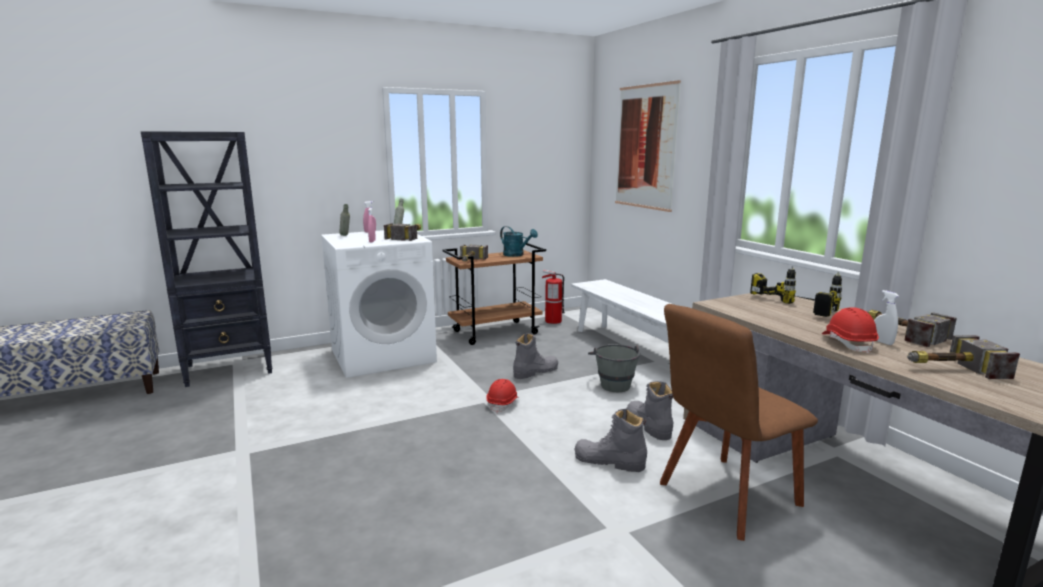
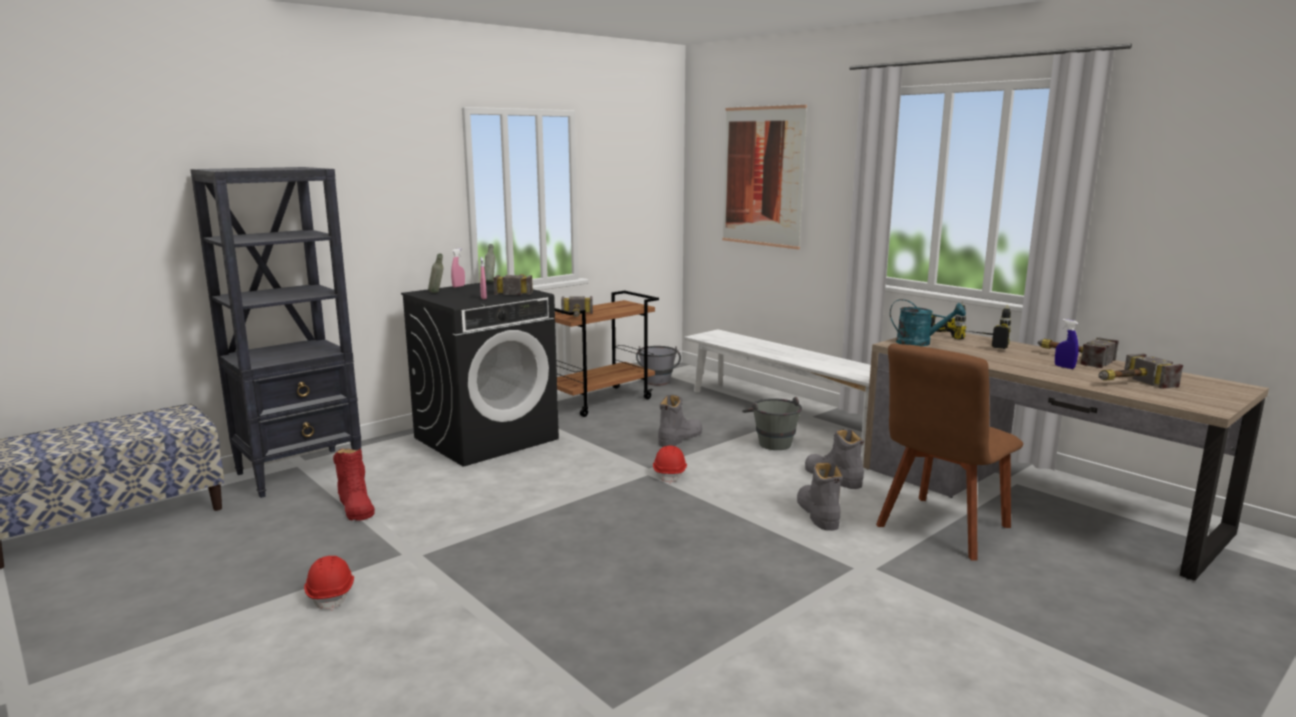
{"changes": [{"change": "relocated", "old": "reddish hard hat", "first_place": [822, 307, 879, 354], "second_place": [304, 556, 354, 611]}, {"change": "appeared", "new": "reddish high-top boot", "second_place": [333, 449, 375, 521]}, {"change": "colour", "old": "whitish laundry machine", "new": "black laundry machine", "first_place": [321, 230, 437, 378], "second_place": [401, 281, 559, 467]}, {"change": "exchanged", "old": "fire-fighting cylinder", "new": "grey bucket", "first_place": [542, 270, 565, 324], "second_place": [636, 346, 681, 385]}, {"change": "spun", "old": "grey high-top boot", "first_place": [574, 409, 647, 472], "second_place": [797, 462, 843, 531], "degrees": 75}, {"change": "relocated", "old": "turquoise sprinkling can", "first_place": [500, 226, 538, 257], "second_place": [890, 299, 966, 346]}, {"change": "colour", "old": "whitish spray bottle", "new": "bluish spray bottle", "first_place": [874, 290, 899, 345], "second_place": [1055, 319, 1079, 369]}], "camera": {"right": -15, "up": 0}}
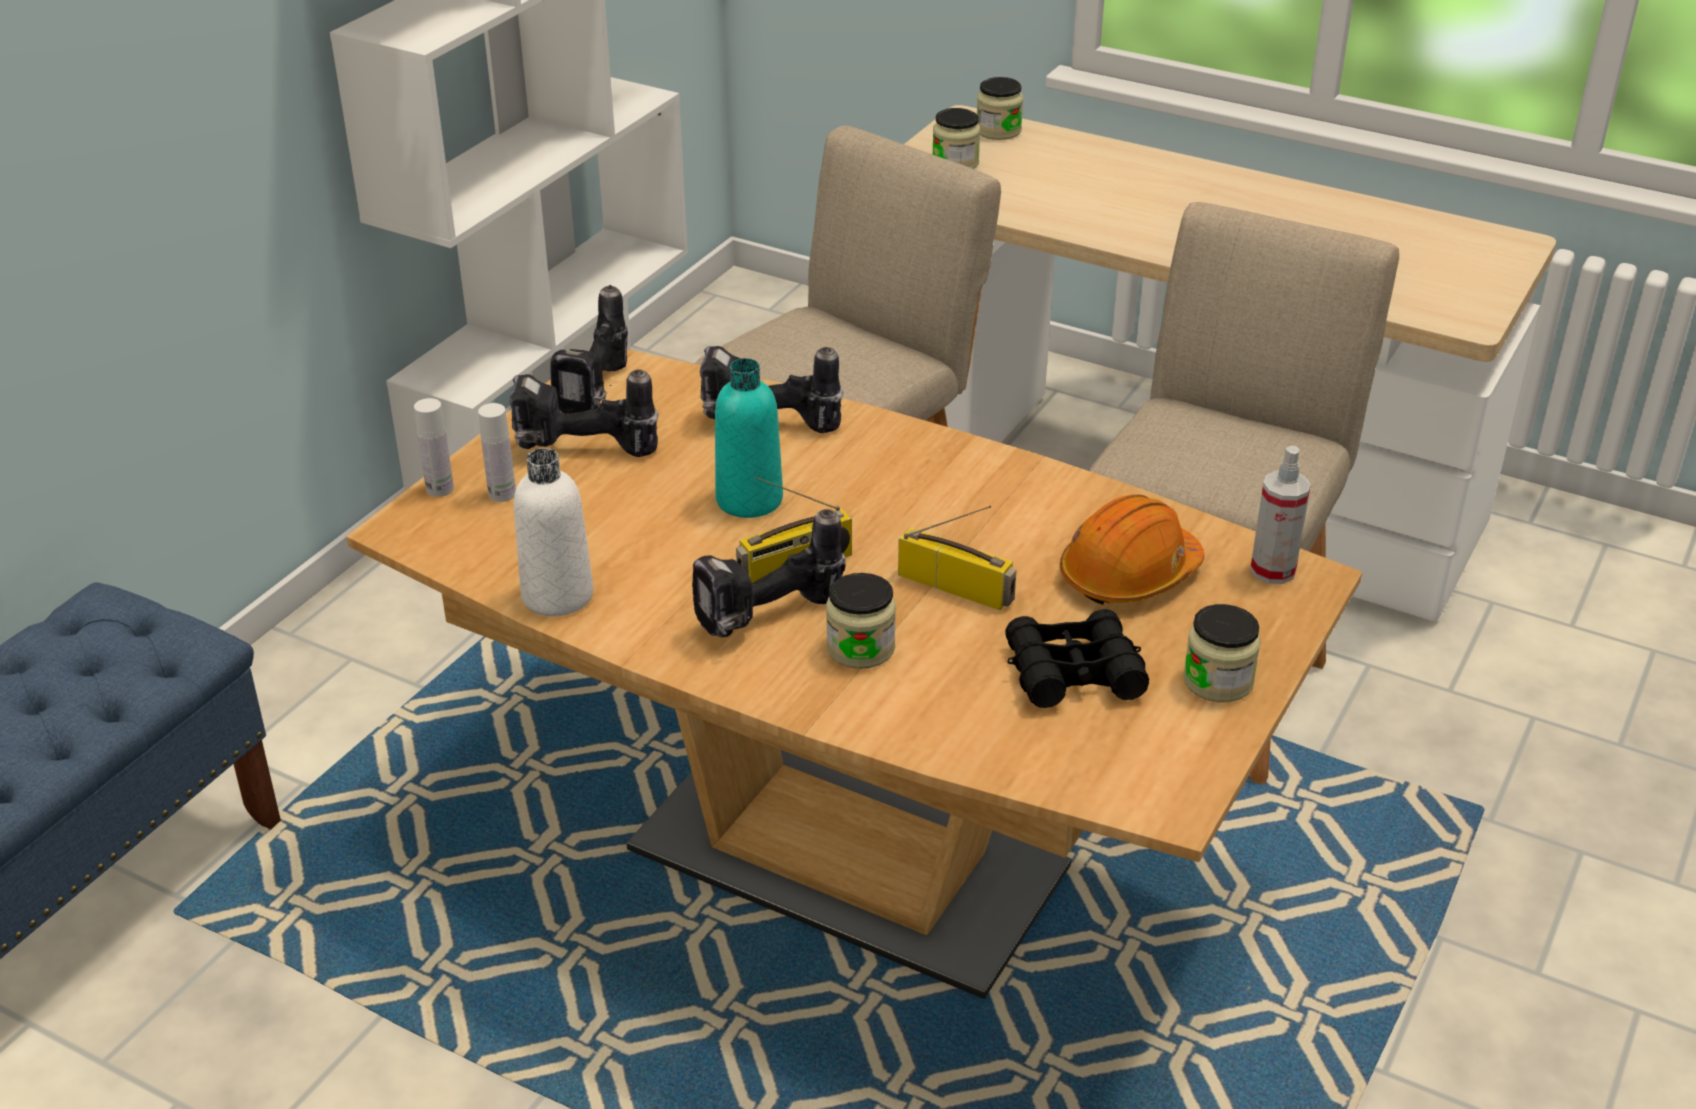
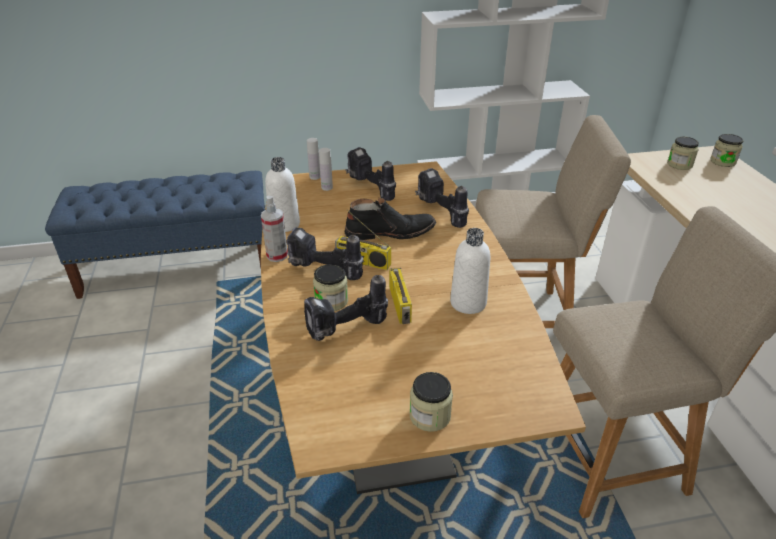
{"changes": [{"change": "relocated", "old": "spray bottle", "first_place": [1250, 446, 1311, 584], "second_place": [261, 196, 288, 262]}, {"change": "relocated", "old": "electric drill", "first_place": [551, 285, 628, 414], "second_place": [304, 275, 388, 341]}, {"change": "exchanged", "old": "turquoise bottle", "new": "black high-top boot", "first_place": [715, 358, 783, 518], "second_place": [345, 197, 436, 240]}, {"change": "appeared", "new": "whitish bottle", "second_place": [450, 228, 490, 314]}, {"change": "missing", "old": "black binoculars", "first_place": [1005, 609, 1149, 708]}, {"change": "missing", "old": "orange-coloured hard hat", "first_place": [1060, 495, 1204, 605]}], "camera": {"right": 50, "up": 0}}
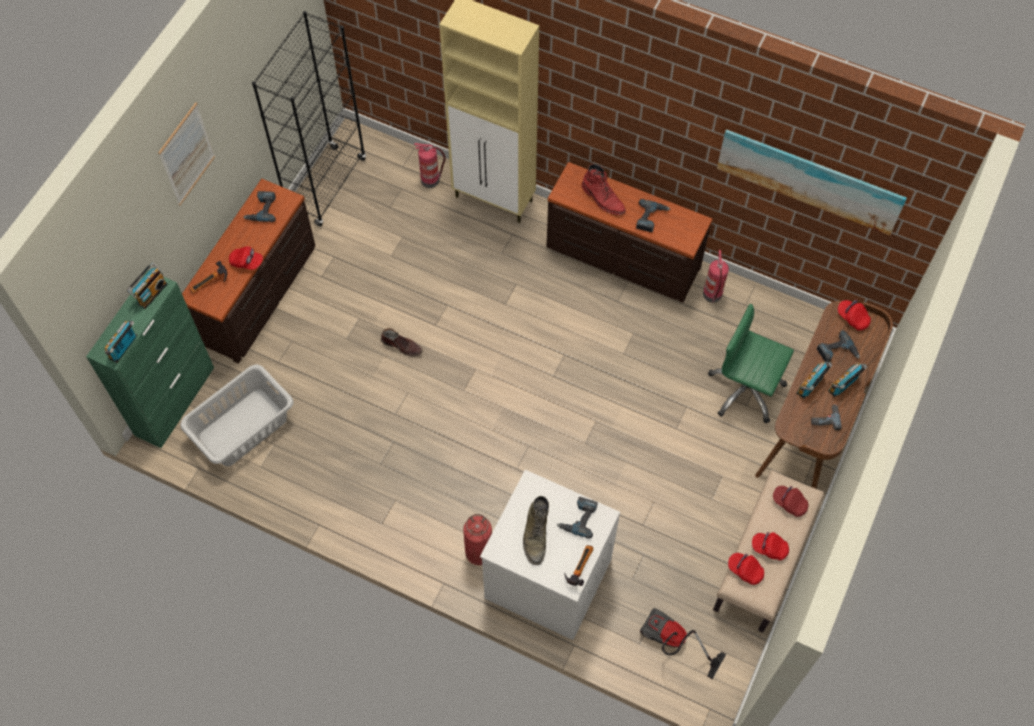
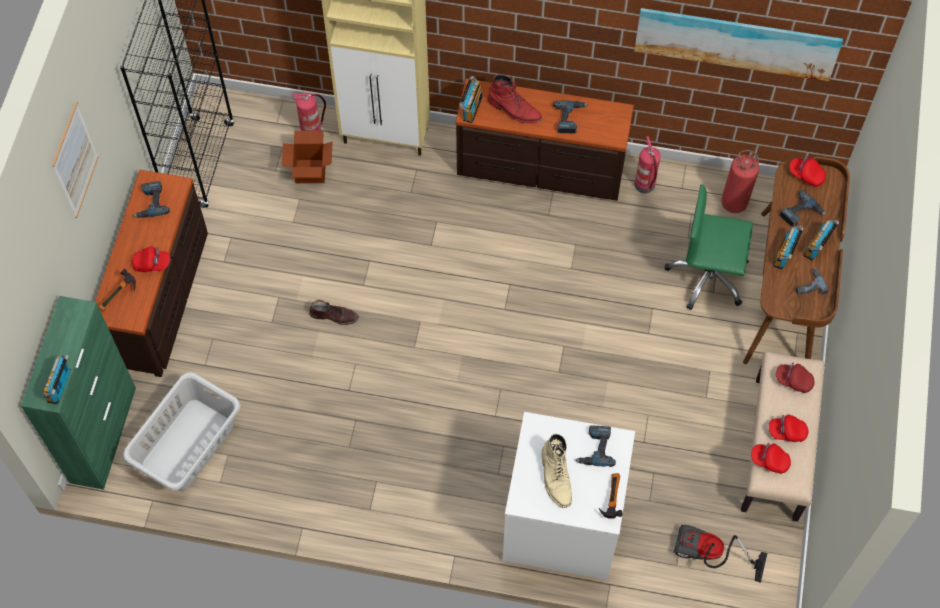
{"changes": [{"change": "appeared", "new": "carton", "second_place": [282, 131, 333, 183]}, {"change": "relocated", "old": "radio", "first_place": [127, 263, 167, 309], "second_place": [459, 76, 483, 123]}, {"change": "colour", "old": "green-coloured high-top boot", "new": "beige-coloured high-top boot", "first_place": [523, 496, 549, 565], "second_place": [541, 434, 572, 508]}, {"change": "relocated", "old": "fire-fighting cylinder", "first_place": [463, 514, 492, 565], "second_place": [721, 150, 759, 213]}], "camera": {"right": -15, "up": 0}}
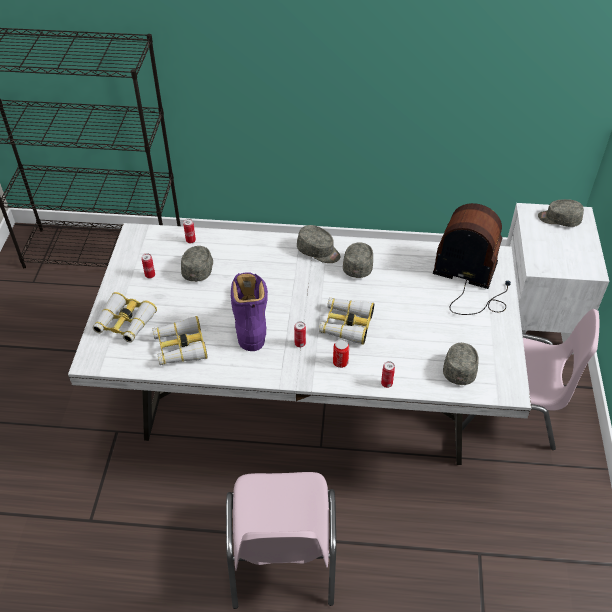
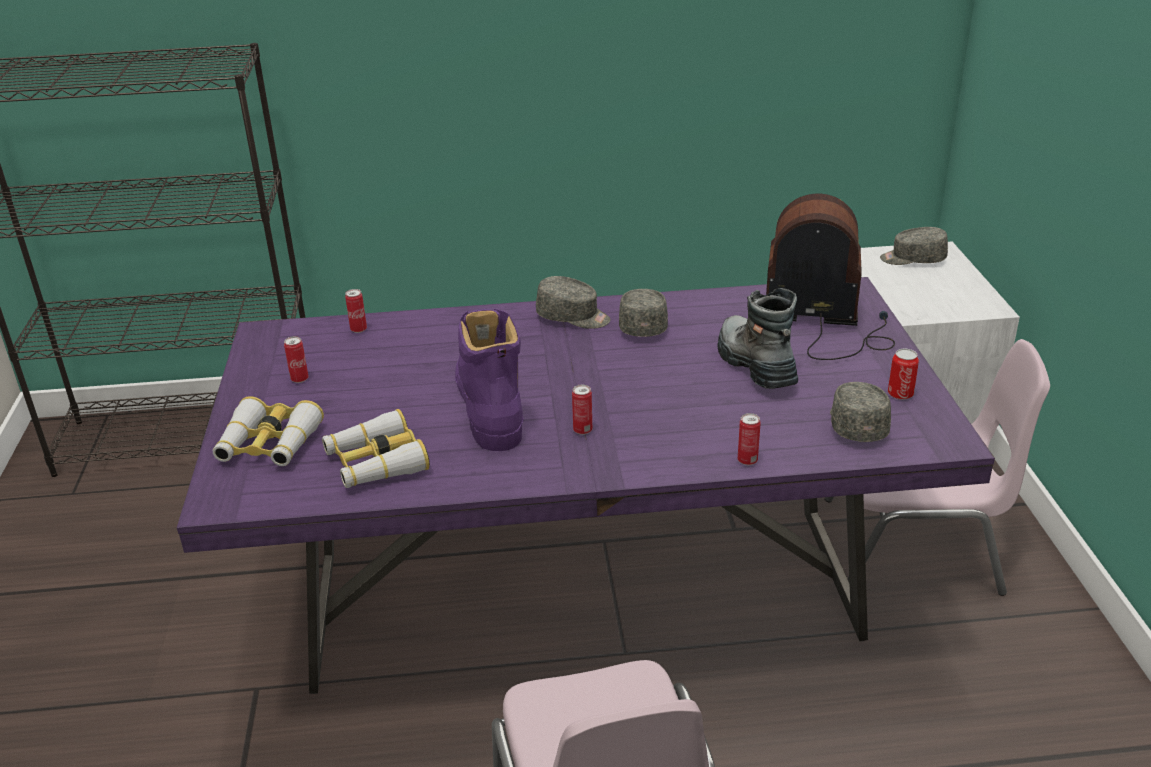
{"changes": [{"change": "colour", "old": "whitish dinner table", "new": "purplish dinner table", "first_place": [68, 223, 531, 465], "second_place": [177, 277, 995, 694]}, {"change": "appeared", "new": "high-top boot", "second_place": [718, 288, 798, 389]}, {"change": "relocated", "old": "metal can", "first_place": [333, 339, 349, 368], "second_place": [888, 349, 919, 400]}, {"change": "missing", "old": "grey peaked cap", "first_place": [181, 246, 213, 282]}, {"change": "missing", "old": "binoculars", "first_place": [319, 298, 374, 345]}], "camera": {"right": -10, "up": -15}}
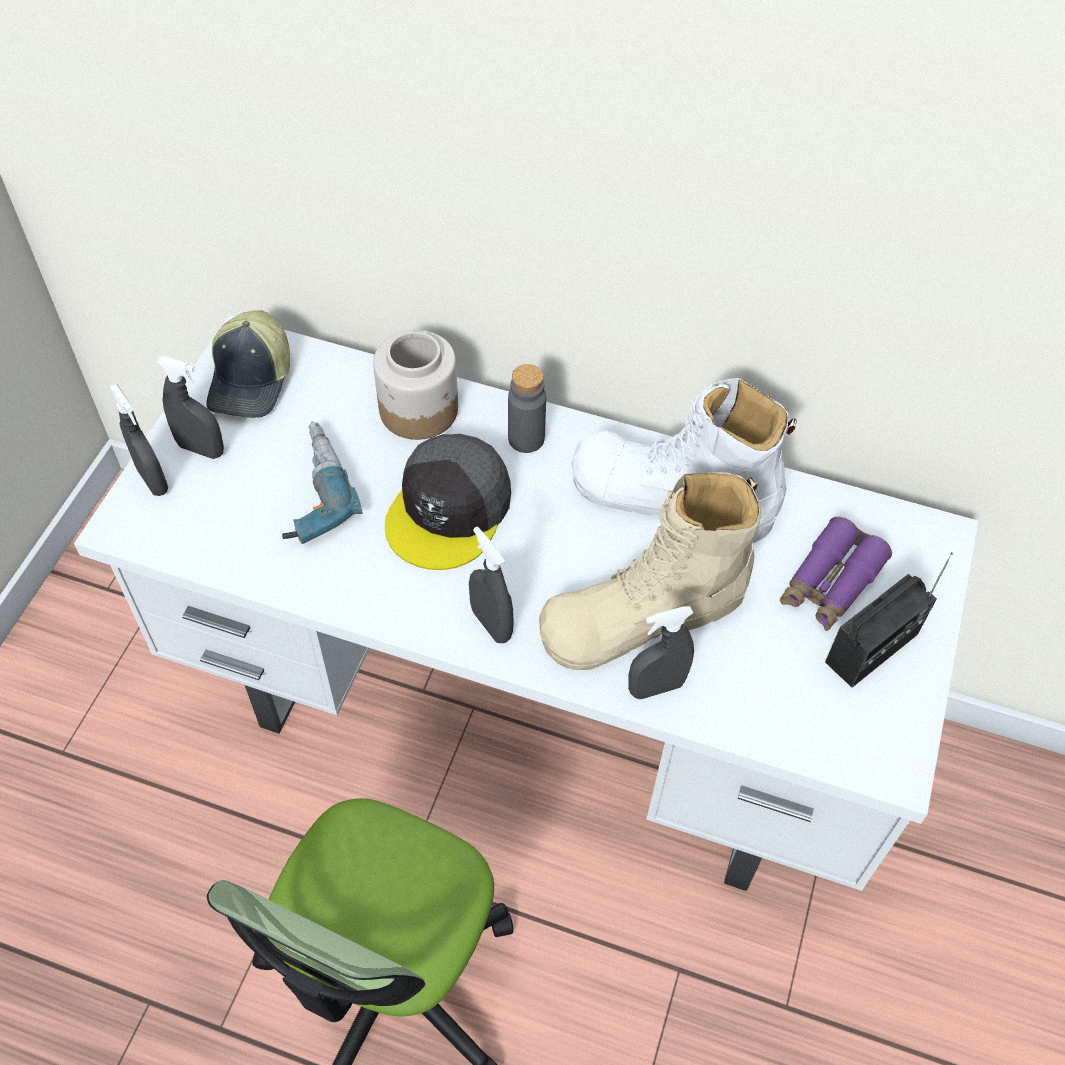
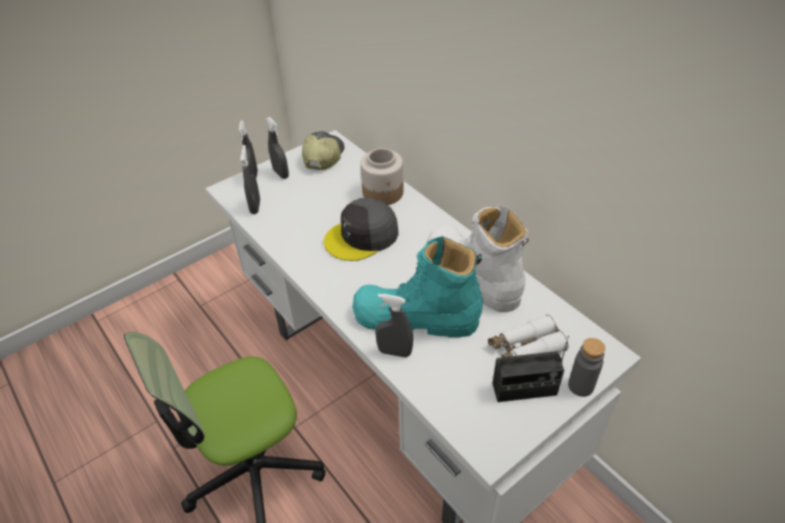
{"changes": [{"change": "relocated", "old": "grey spray bottle", "first_place": [469, 527, 514, 643], "second_place": [240, 145, 260, 214]}, {"change": "spun", "old": "peaked cap", "first_place": [206, 310, 290, 418], "second_place": [302, 131, 345, 170], "degrees": 150}, {"change": "colour", "old": "beige-coloured high-top boot", "new": "turquoise high-top boot", "first_place": [539, 472, 761, 670], "second_place": [352, 236, 483, 337]}, {"change": "colour", "old": "purplish binoculars", "new": "whitish binoculars", "first_place": [780, 517, 892, 631], "second_place": [488, 315, 569, 357]}, {"change": "relocated", "old": "grey bottle", "first_place": [508, 364, 546, 453], "second_place": [568, 338, 605, 397]}, {"change": "missing", "old": "electric drill", "first_place": [282, 421, 363, 544]}], "camera": {"right": 35, "up": -10}}
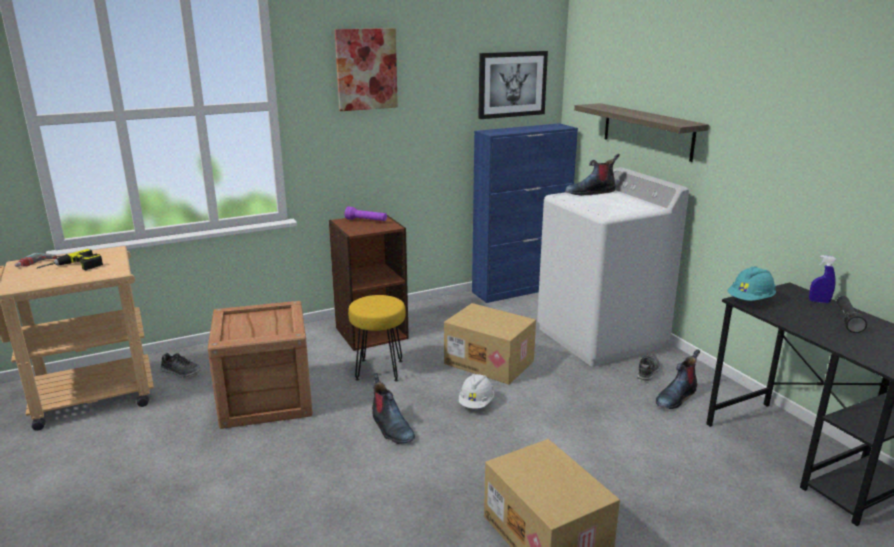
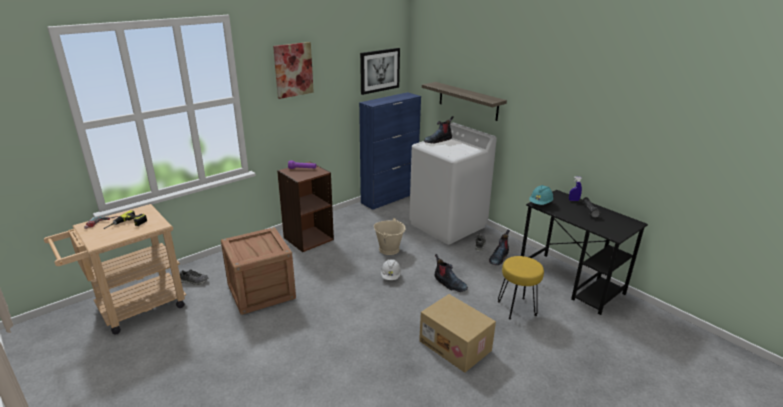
{"changes": [{"change": "exchanged", "old": "carton", "new": "beige-coloured bucket", "first_place": [444, 303, 536, 384], "second_place": [374, 218, 406, 255]}, {"change": "relocated", "old": "high-top boot", "first_place": [372, 373, 415, 444], "second_place": [435, 254, 468, 292]}, {"change": "relocated", "old": "yellowish stool", "first_place": [348, 295, 406, 382], "second_place": [498, 256, 544, 320]}], "camera": {"right": -15, "up": 5}}
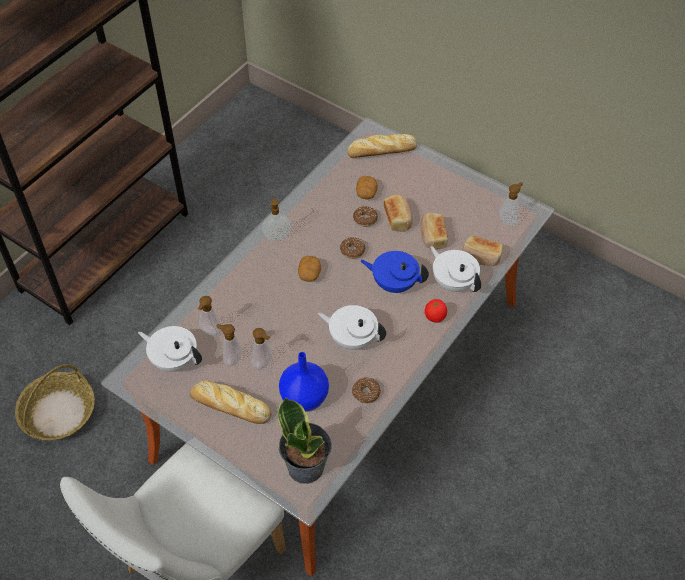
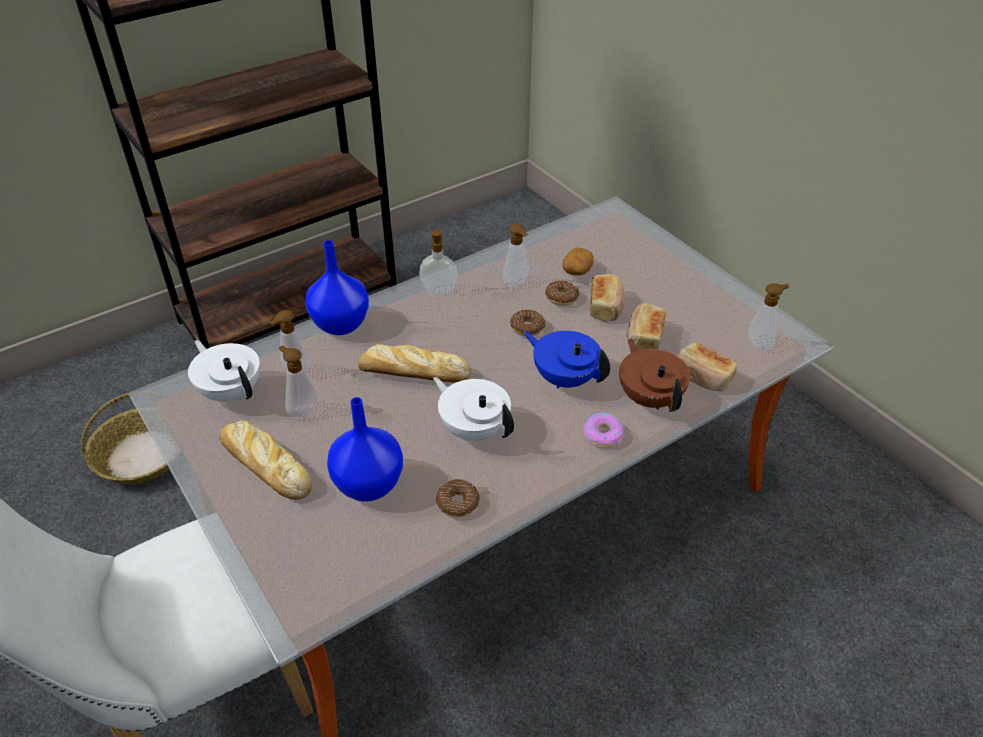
{"changes": [{"change": "appeared", "new": "bluish decorative vase", "second_place": [306, 240, 369, 335]}, {"change": "relocated", "old": "bakery bread", "first_place": [347, 134, 417, 158], "second_place": [358, 344, 471, 383]}, {"change": "relocated", "old": "soap bottle", "first_place": [252, 328, 272, 370], "second_place": [502, 223, 529, 287]}, {"change": "exchanged", "old": "tomato", "new": "donut", "first_place": [425, 299, 447, 323], "second_place": [583, 412, 624, 447]}, {"change": "colour", "old": "whitish teapot", "new": "brown teapot", "first_place": [430, 246, 481, 292], "second_place": [619, 338, 690, 412]}, {"change": "missing", "old": "houseplant", "first_place": [278, 397, 332, 484]}, {"change": "missing", "old": "whole potato", "first_place": [298, 256, 321, 282]}], "camera": {"right": 20, "up": -10}}
